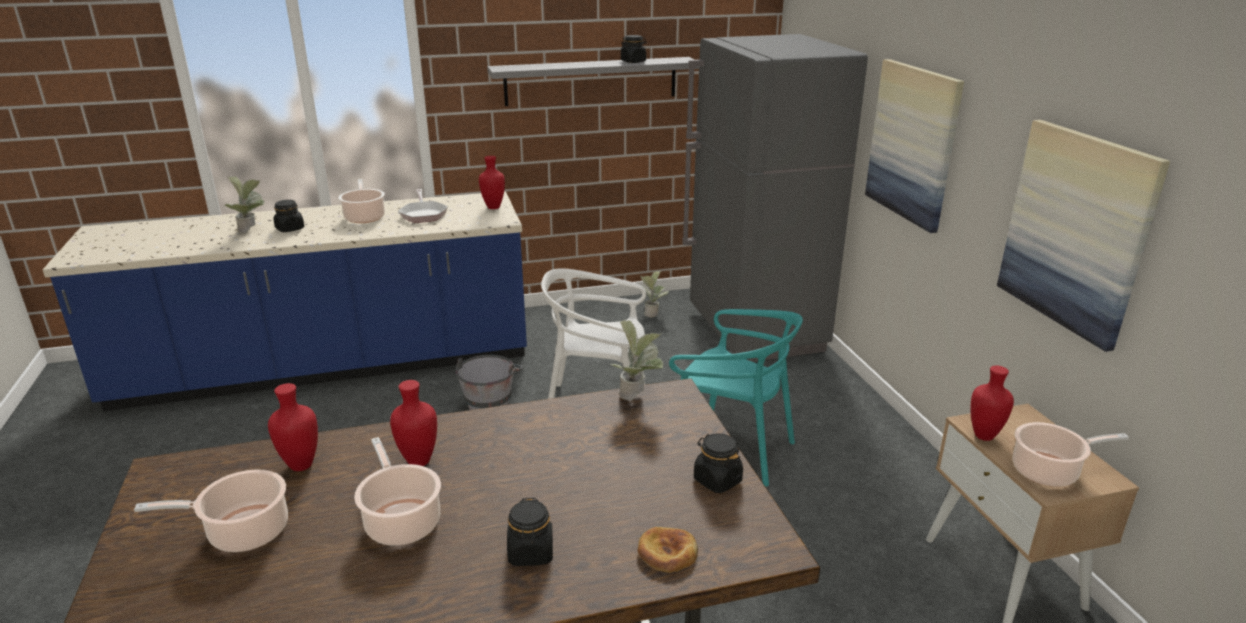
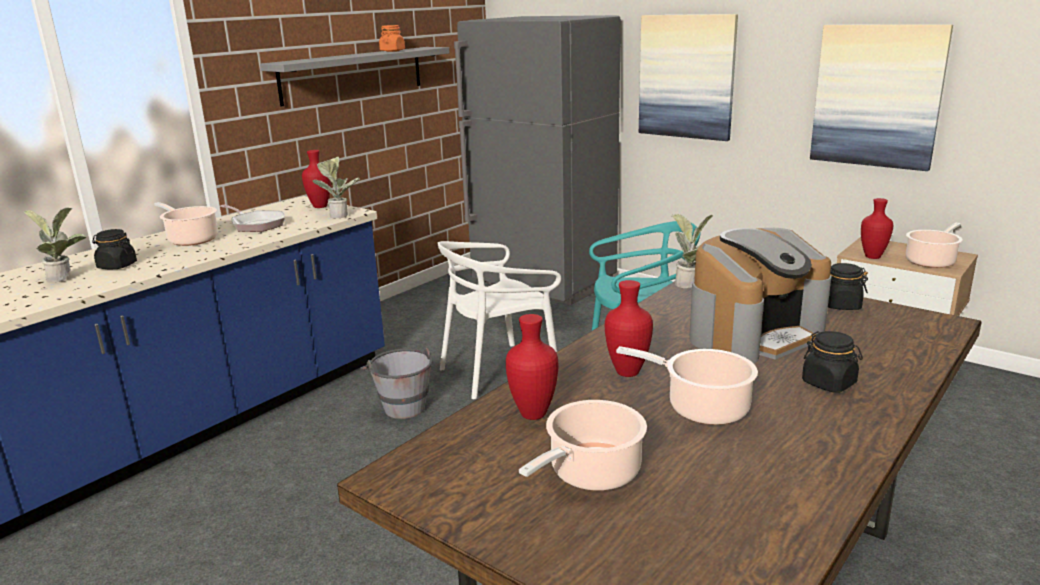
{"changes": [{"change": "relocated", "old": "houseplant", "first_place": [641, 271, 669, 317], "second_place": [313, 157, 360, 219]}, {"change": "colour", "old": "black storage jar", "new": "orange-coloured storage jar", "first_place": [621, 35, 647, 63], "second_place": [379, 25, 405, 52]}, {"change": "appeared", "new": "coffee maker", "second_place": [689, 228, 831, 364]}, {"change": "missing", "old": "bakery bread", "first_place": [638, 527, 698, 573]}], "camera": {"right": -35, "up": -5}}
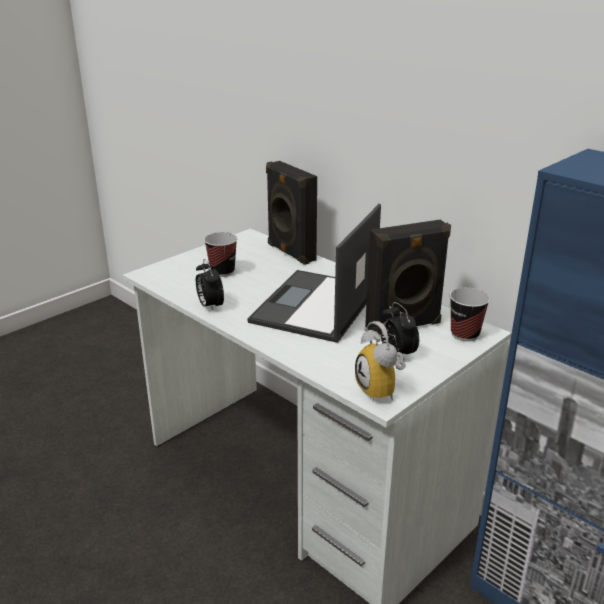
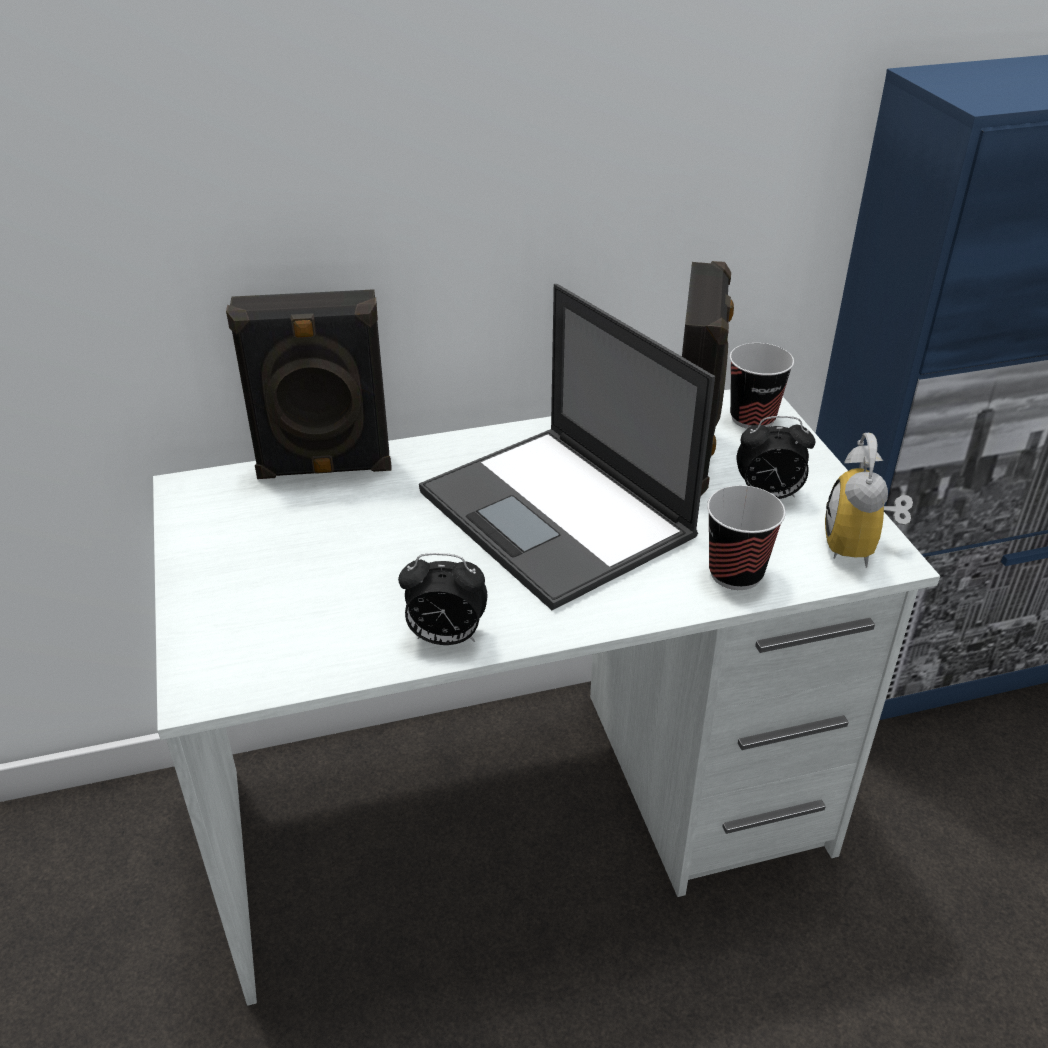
{"changes": [{"change": "relocated", "old": "small cup", "first_place": [204, 232, 237, 277], "second_place": [707, 485, 786, 590]}, {"change": "spun", "old": "bedside clock", "first_place": [355, 321, 406, 402], "second_place": [825, 433, 913, 568], "degrees": 90}], "camera": {"right": -60, "up": 10}}
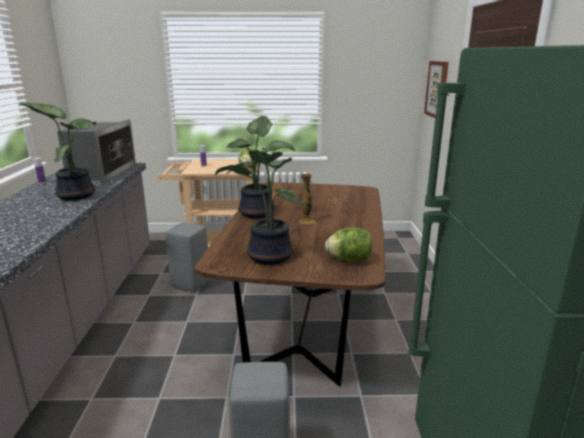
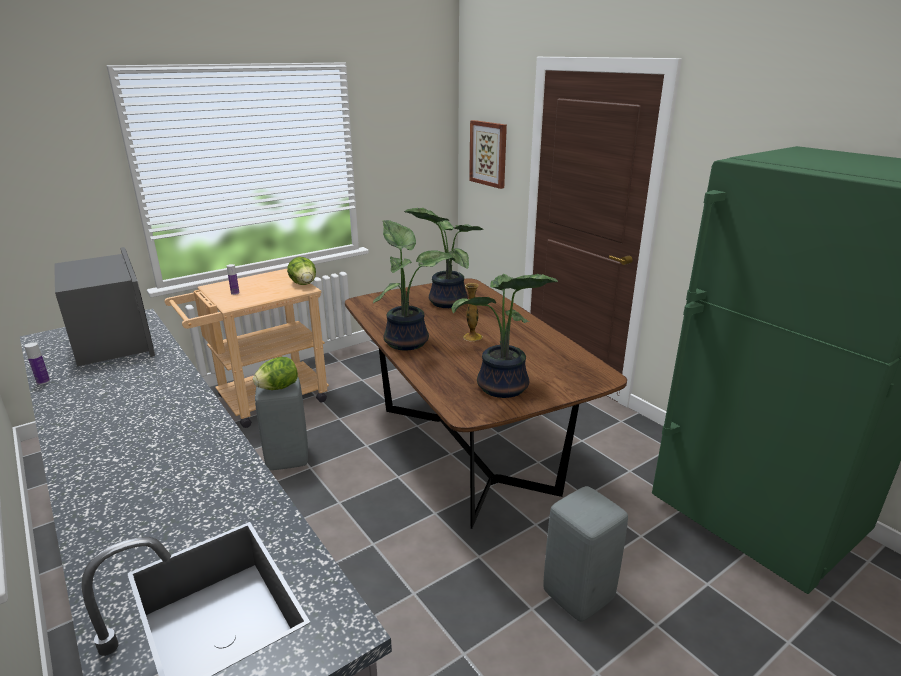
{"changes": [{"change": "relocated", "old": "lettuce", "first_place": [325, 227, 372, 262], "second_place": [253, 357, 298, 390]}, {"change": "relocated", "old": "houseplant", "first_place": [21, 102, 96, 201], "second_place": [404, 208, 485, 308]}], "camera": {"right": -35, "up": 5}}
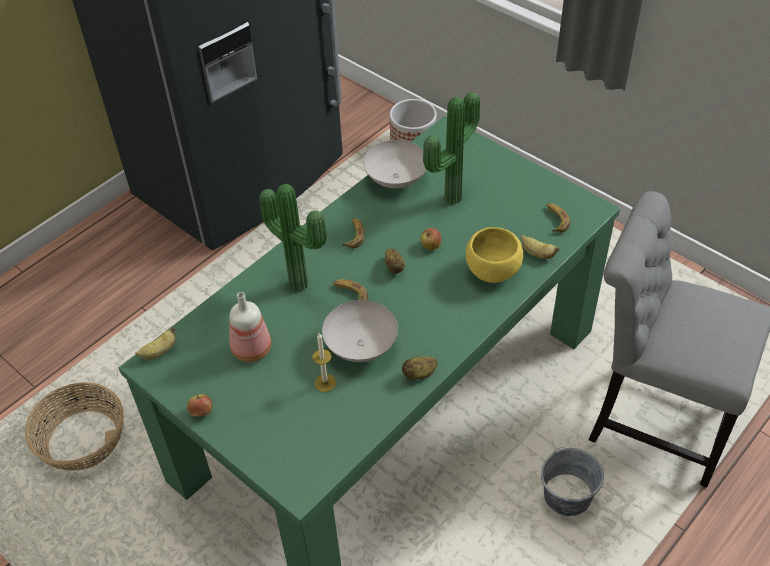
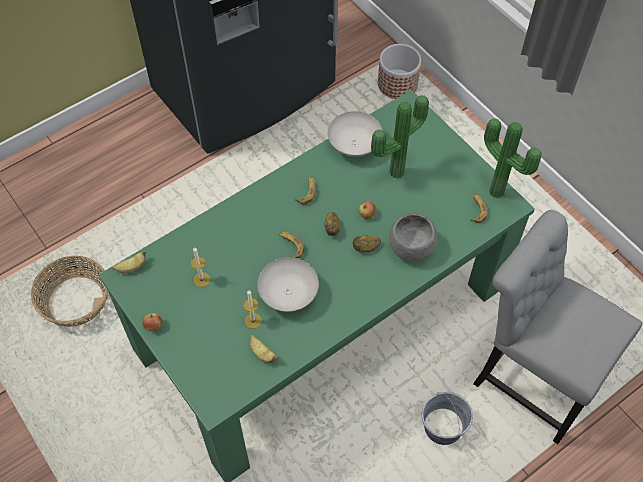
{"changes": [{"change": "exchanged", "old": "bottle", "new": "candle", "first_place": [229, 292, 271, 362], "second_place": [191, 247, 210, 287]}, {"change": "relocated", "old": "banana", "first_place": [521, 235, 559, 259], "second_place": [250, 335, 278, 363]}, {"change": "relocated", "old": "whole potato", "first_place": [402, 356, 437, 380], "second_place": [353, 235, 381, 252]}, {"change": "colour", "old": "yellowish serving bowl", "new": "grey serving bowl", "first_place": [466, 227, 523, 283], "second_place": [389, 213, 437, 261]}, {"change": "relocated", "old": "houseplant", "first_place": [259, 184, 327, 292], "second_place": [484, 118, 542, 198]}], "camera": {"right": 10, "up": 10}}
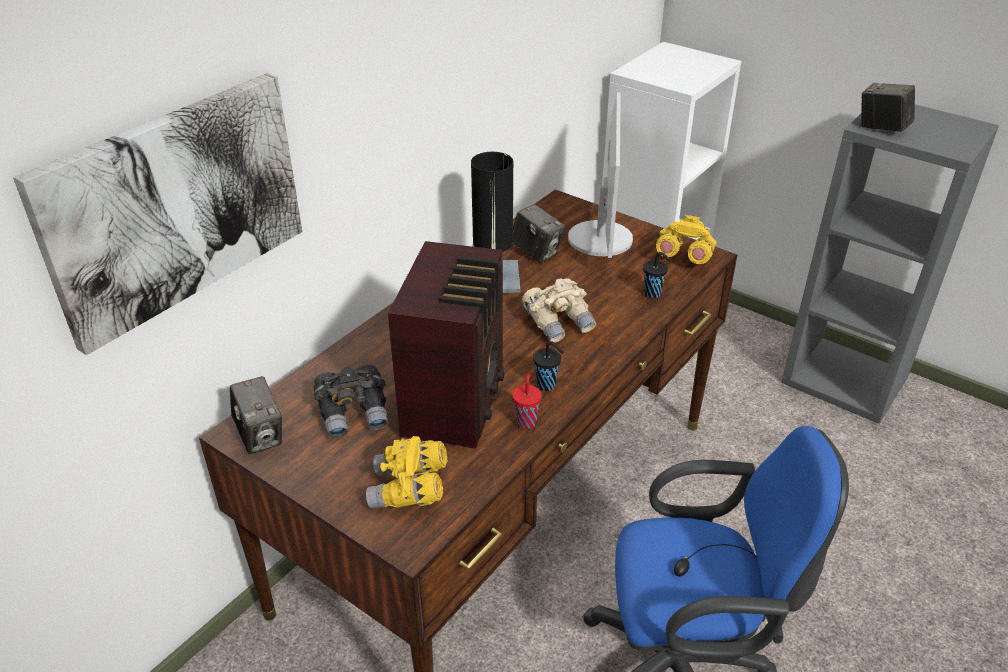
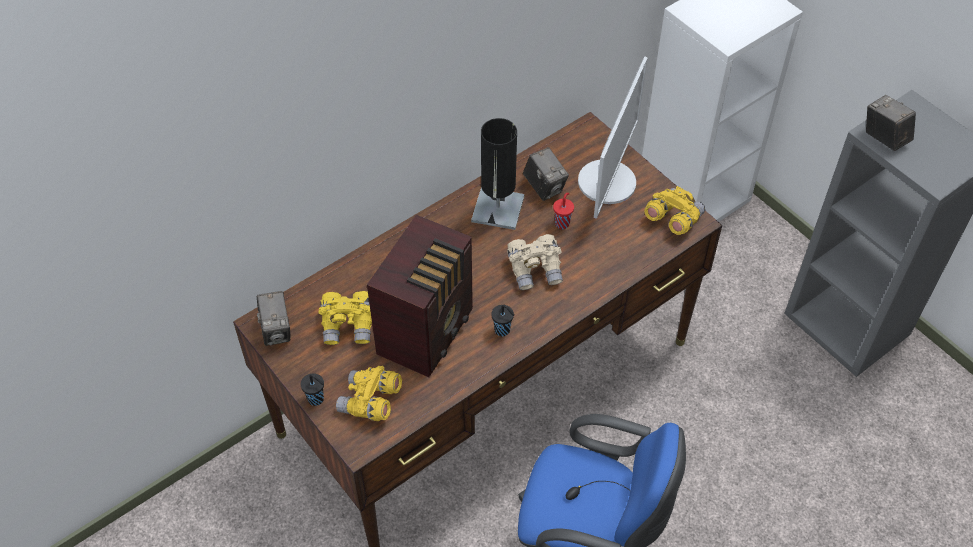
{"changes": [{"change": "relocated", "old": "black small cup", "first_place": [643, 252, 672, 298], "second_place": [301, 373, 324, 406]}, {"change": "colour", "old": "grey binoculars", "new": "yellowish binoculars", "first_place": [314, 365, 388, 438], "second_place": [319, 291, 372, 345]}, {"change": "relocated", "old": "reddish small cup", "first_place": [512, 374, 542, 429], "second_place": [553, 193, 574, 229]}, {"change": "missing", "old": "wall picture", "first_place": [13, 73, 302, 355]}], "camera": {"right": 15, "up": 15}}
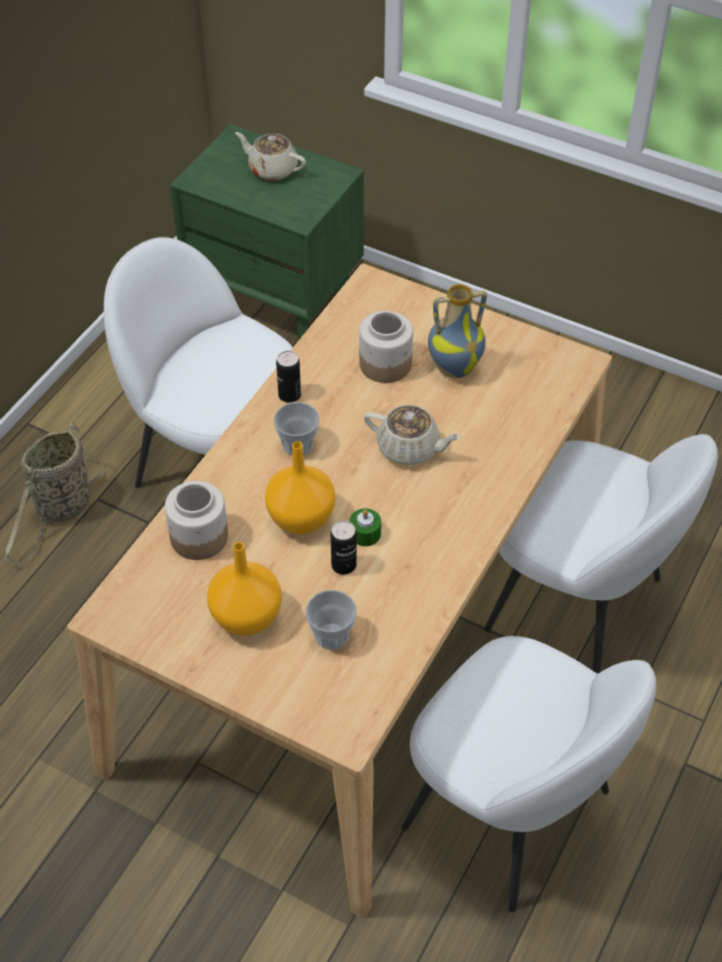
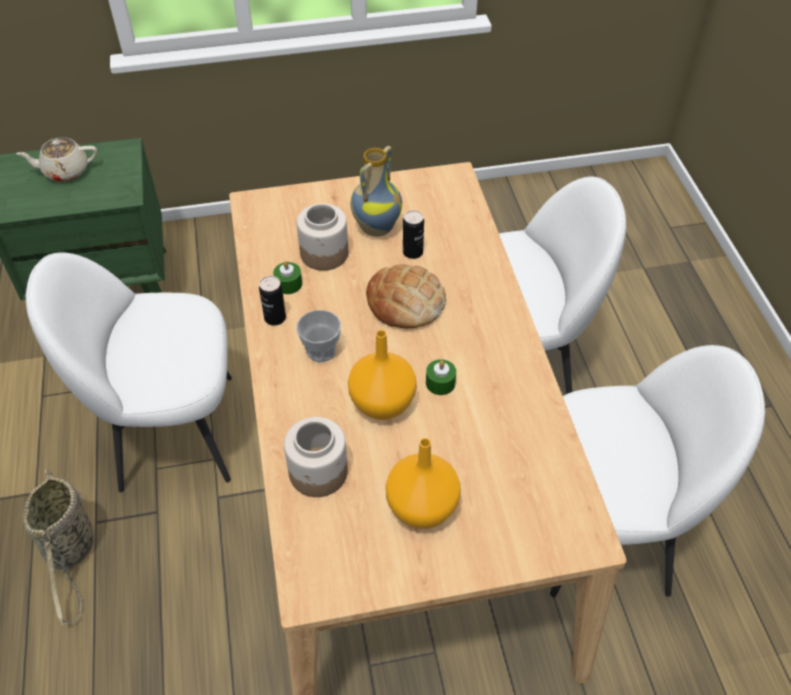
{"changes": [{"change": "appeared", "new": "green-coloured candle", "second_place": [273, 261, 302, 294]}, {"change": "exchanged", "old": "beige-coloured teapot", "new": "bakery bread", "first_place": [364, 405, 461, 465], "second_place": [366, 264, 446, 328]}, {"change": "relocated", "old": "metal can", "first_place": [331, 521, 356, 575], "second_place": [403, 210, 424, 259]}, {"change": "missing", "old": "small cup", "first_place": [306, 590, 356, 650]}], "camera": {"right": -40, "up": 0}}
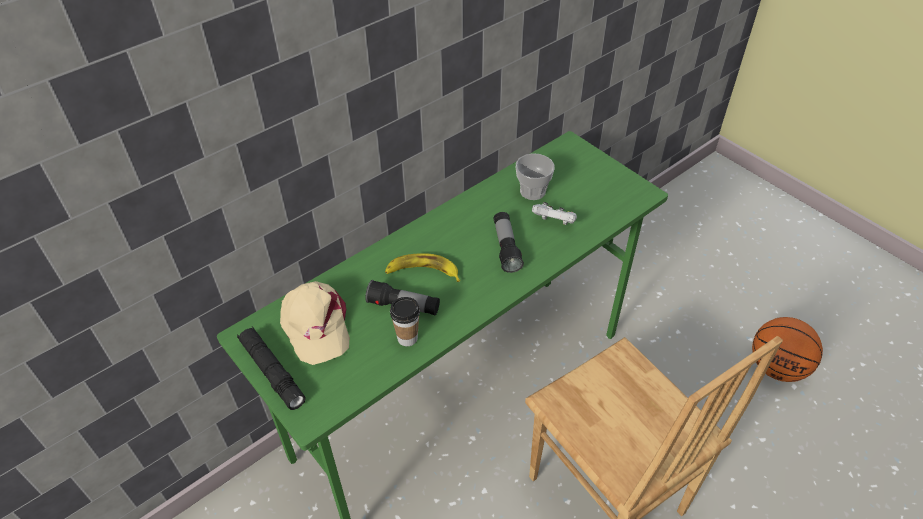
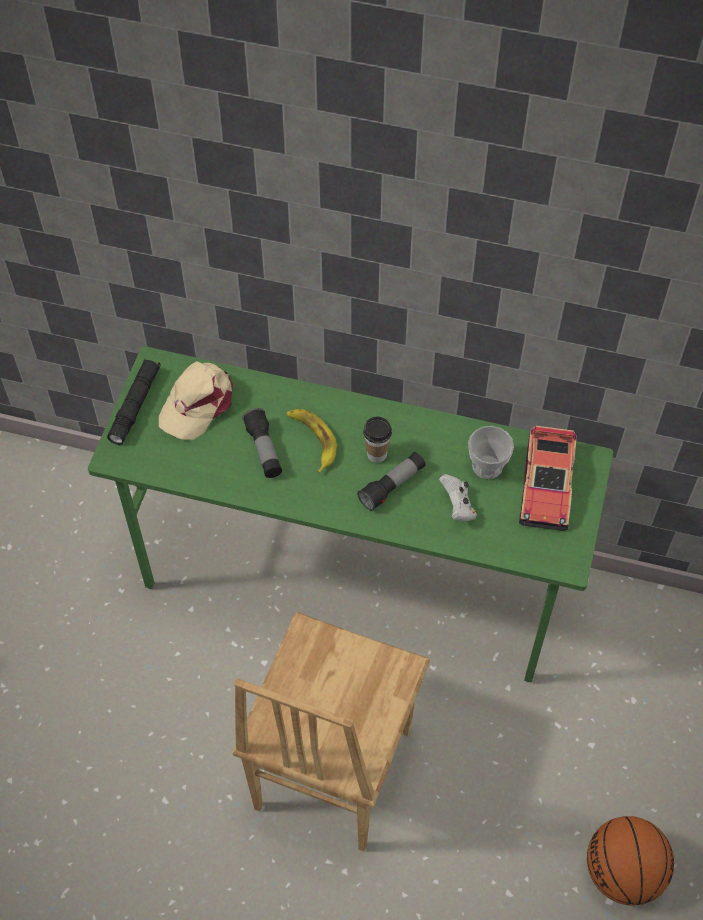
{"changes": [{"change": "relocated", "old": "small cup", "first_place": [390, 297, 420, 346], "second_place": [363, 416, 392, 463]}, {"change": "appeared", "new": "toy car", "second_place": [519, 426, 577, 531]}], "camera": {"right": 55, "up": 10}}
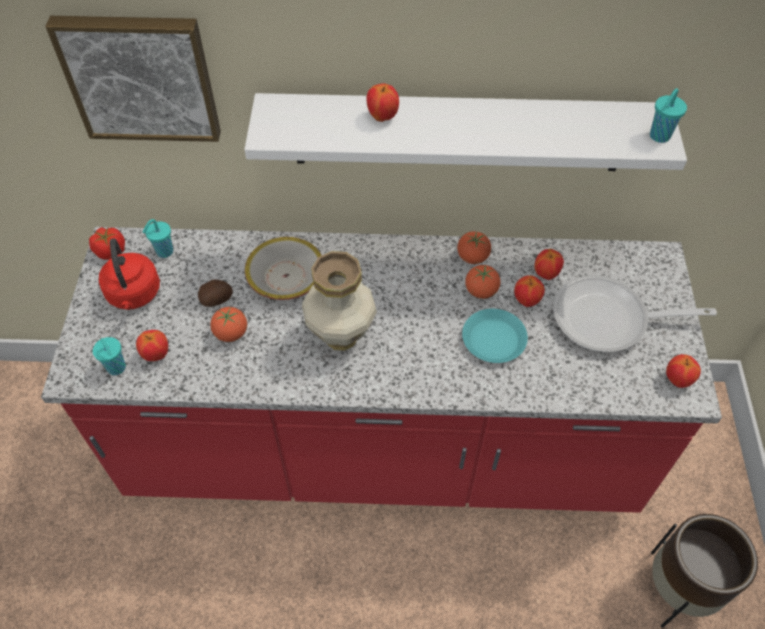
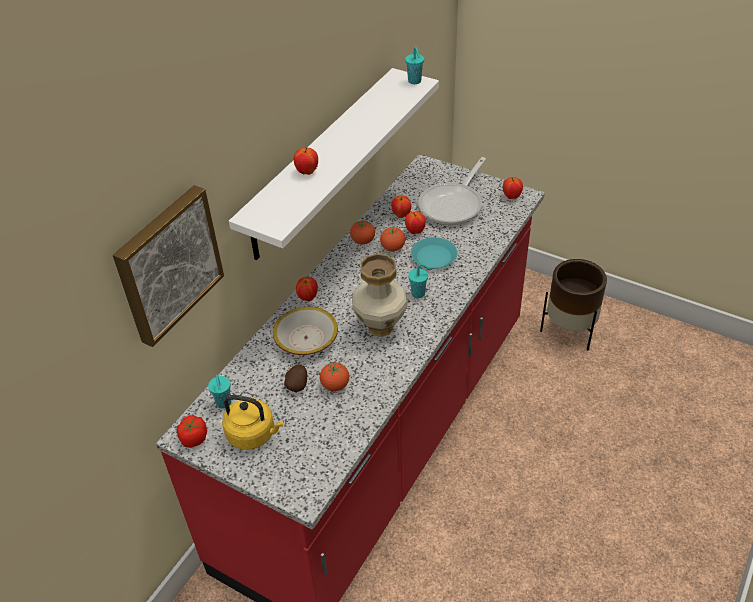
{"changes": [{"change": "colour", "old": "reddish kettle", "new": "yellowish kettle", "first_place": [99, 238, 160, 310], "second_place": [222, 395, 284, 450]}, {"change": "relocated", "old": "apple fruit", "first_place": [136, 330, 168, 361], "second_place": [296, 277, 318, 301]}, {"change": "relocated", "old": "turquoise small cup", "first_place": [93, 337, 126, 375], "second_place": [408, 264, 430, 298]}], "camera": {"right": -60, "up": -10}}
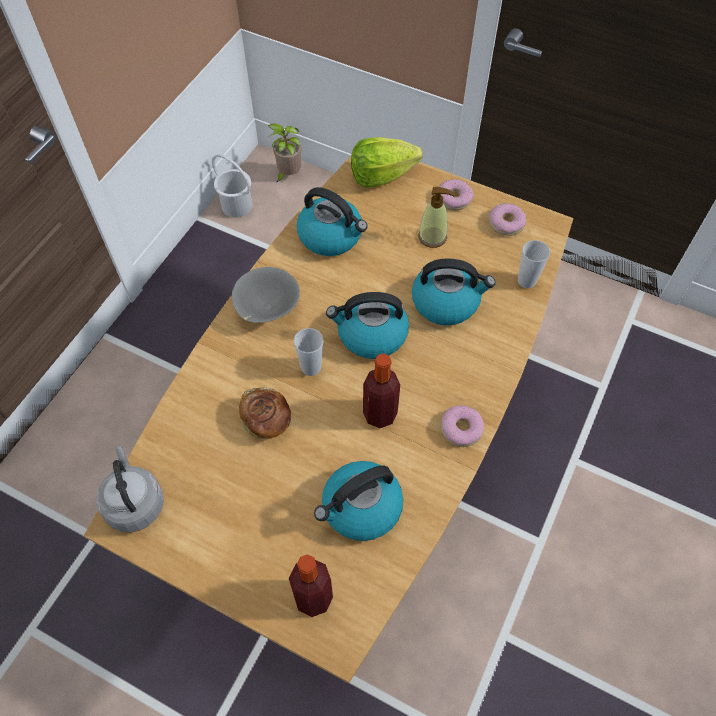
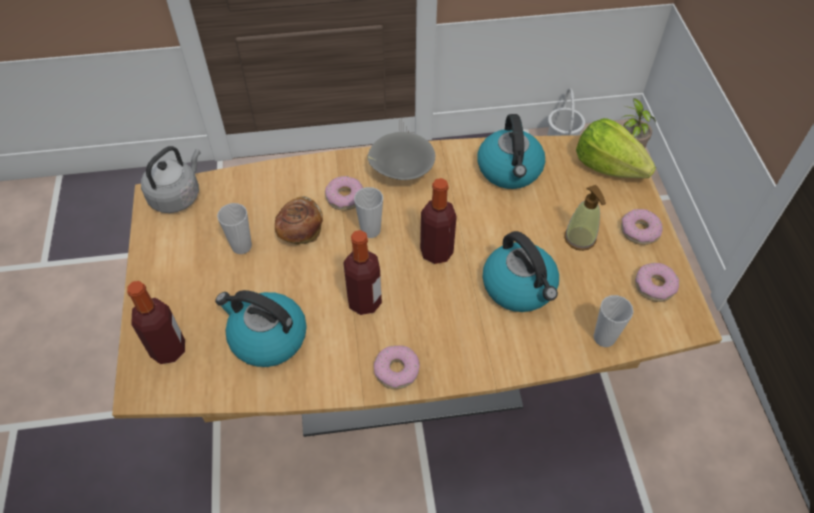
{"changes": [{"change": "appeared", "new": "small cup", "second_place": [217, 203, 252, 254]}, {"change": "appeared", "new": "donut", "second_place": [325, 176, 363, 211]}, {"change": "exchanged", "old": "kettle", "new": "bottle", "first_place": [326, 292, 409, 359], "second_place": [420, 178, 457, 264]}], "camera": {"right": 55, "up": -5}}
